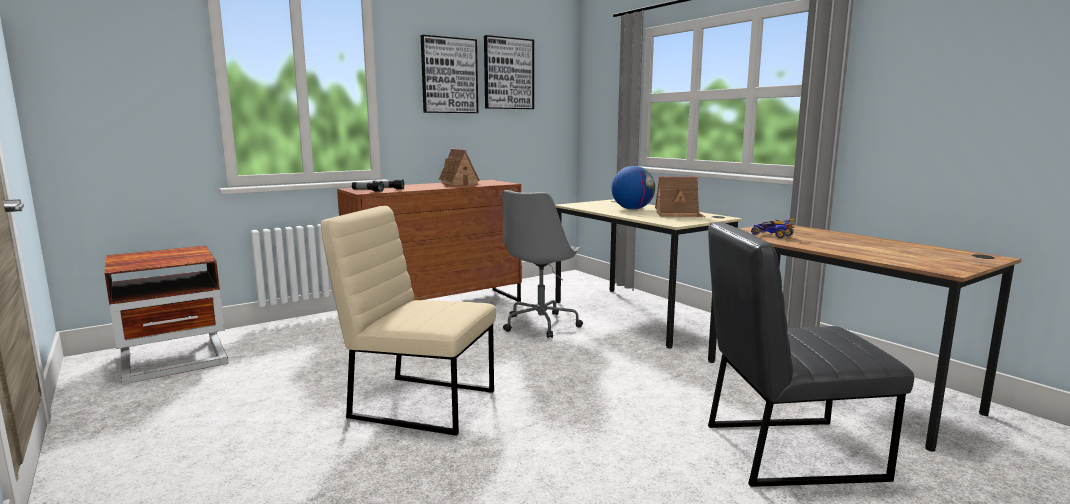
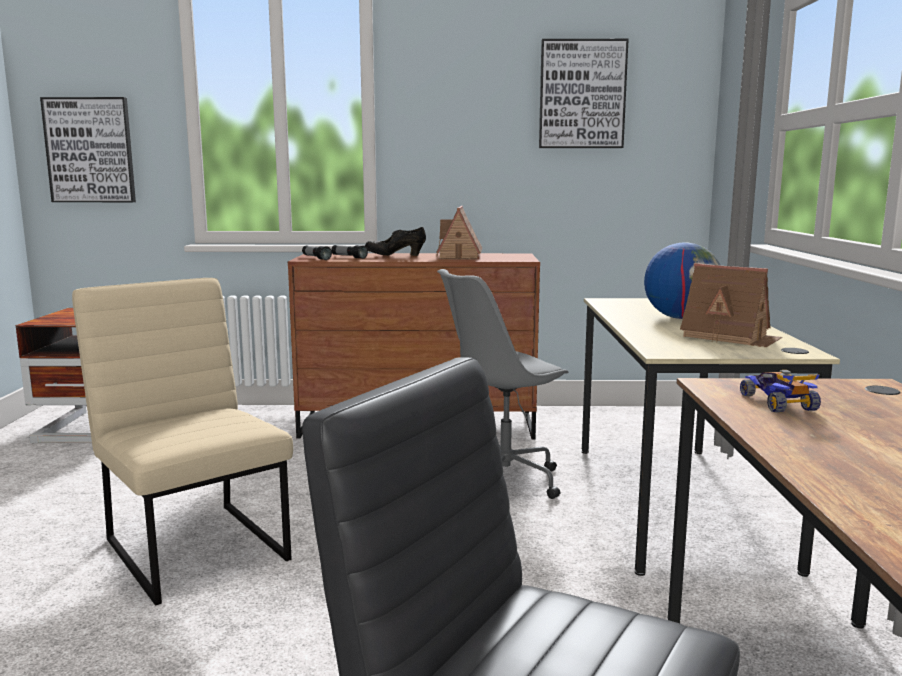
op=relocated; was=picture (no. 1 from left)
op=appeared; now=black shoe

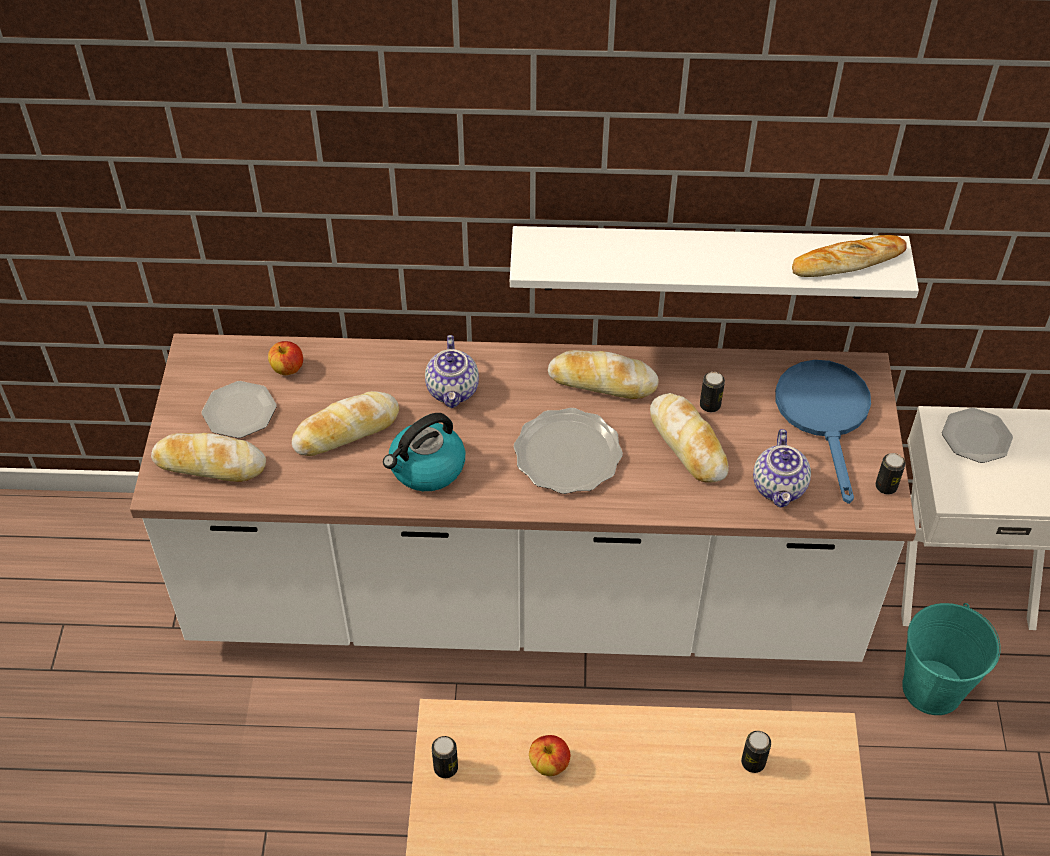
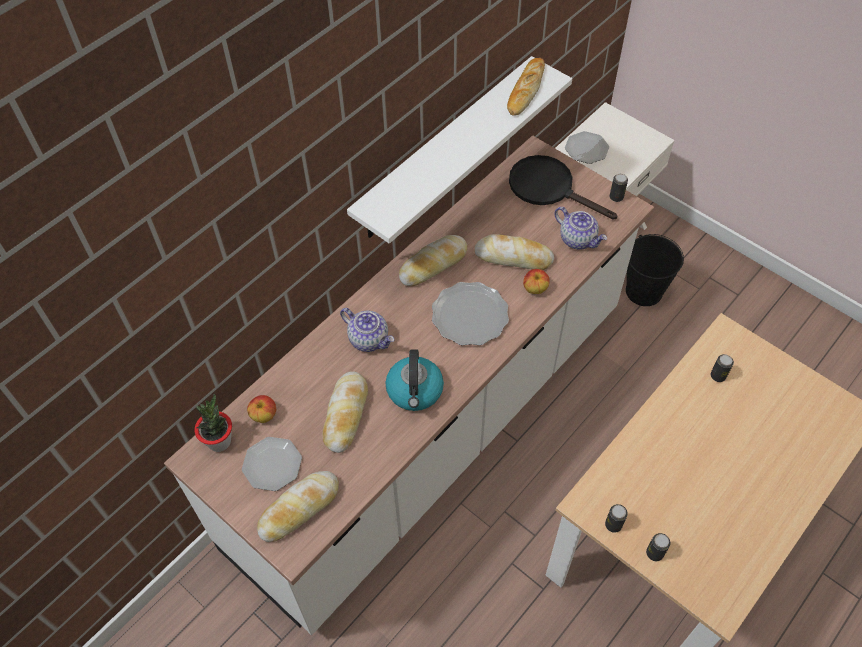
op=colour; was=blue frying pan; now=black frying pan
op=relocated; was=can (no. 2 from left in the first image); now=can (no. 3 from left)
op=colour; was=turquoise bucket; now=black bucket
op=relocated; was=apple (no. 2 from left)
op=appeared; now=potted plant

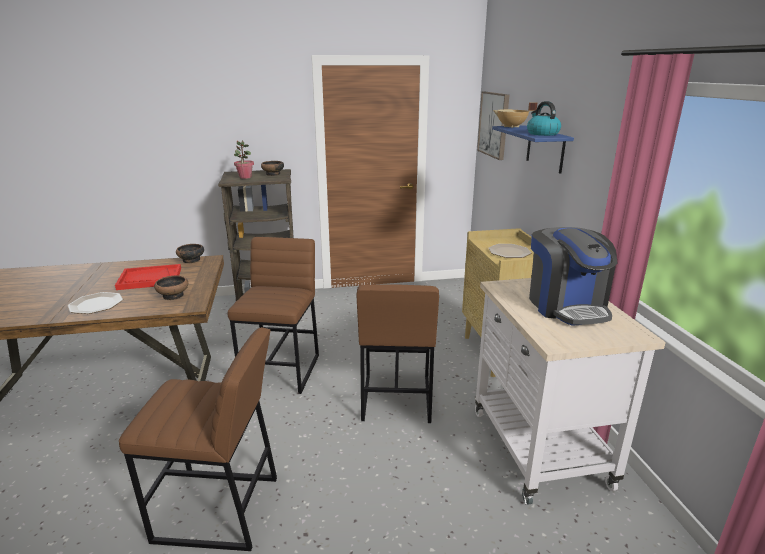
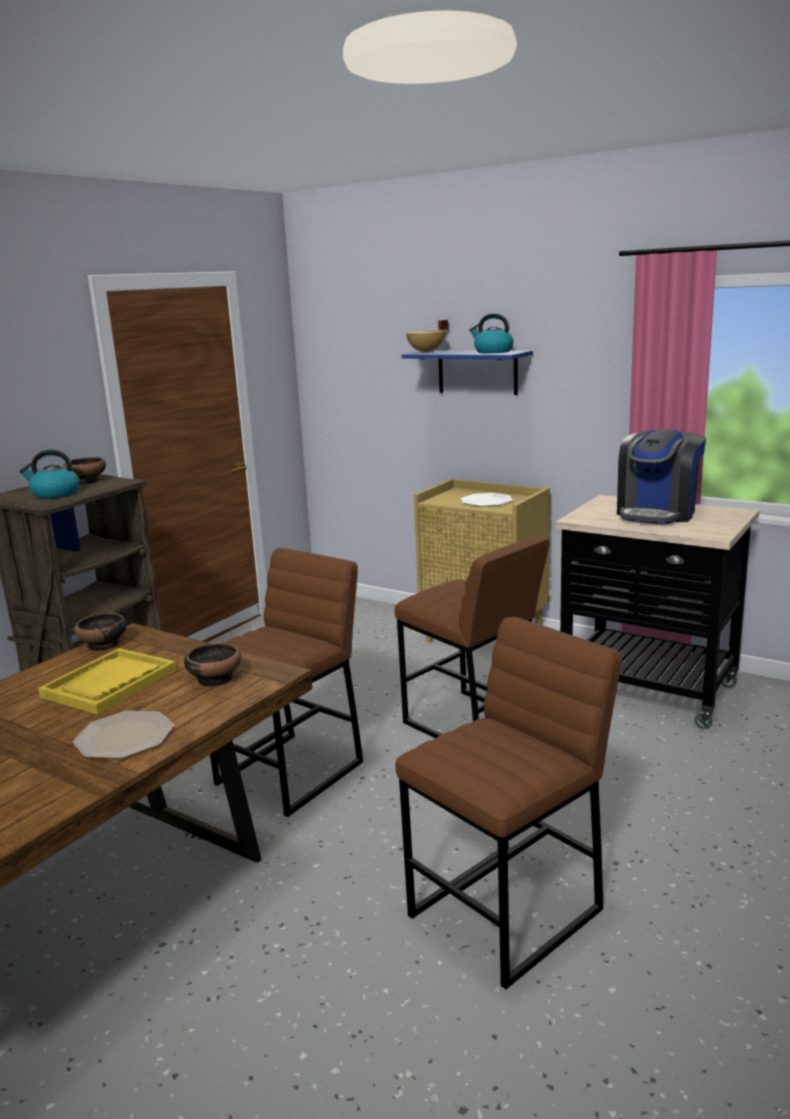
op=missing; was=picture
op=exchanged; was=potted plant; now=kettle (no. 1 from left)
op=spun; was=coffee machine; clockwise=90
op=spun; was=brown chair (no. 2 from left in the first image); clockwise=75
op=colour; was=red tray; now=yellow tray
op=colour; was=white cart; now=black cart

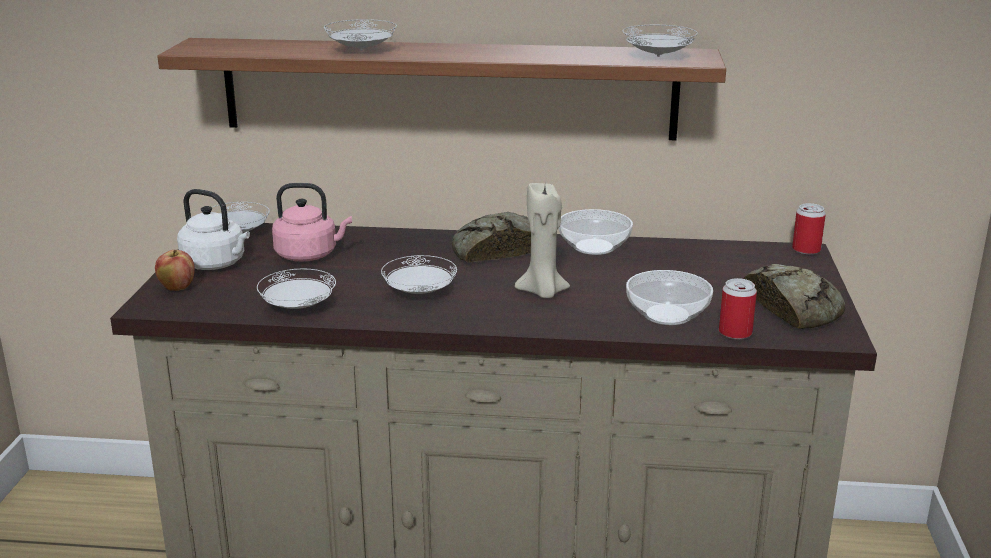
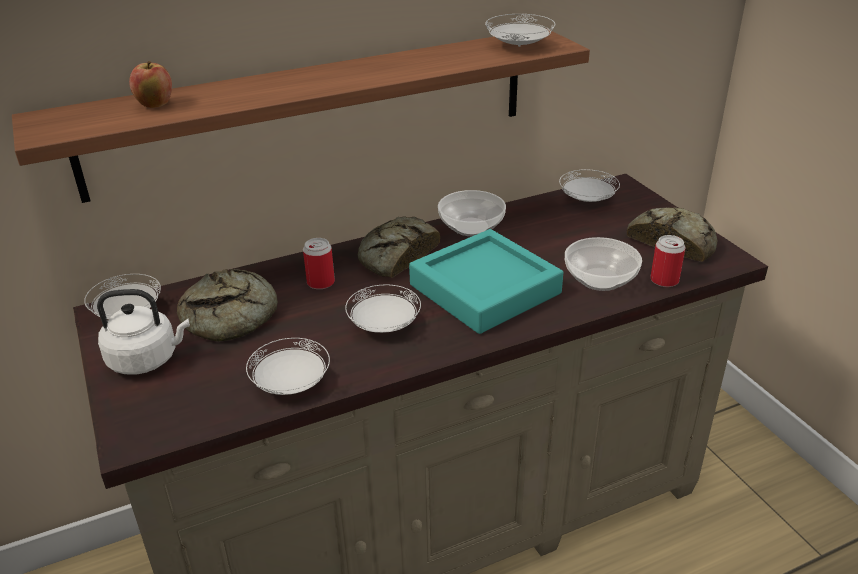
op=relocated; was=white plate (no. 3 from left in the first image); now=white plate (no. 5 from left)
op=exchanged; was=pink kettle; now=bread (no. 1 from left)
op=exchanged; was=beige candle; now=turquoise tray
op=relocated; was=can (no. 2 from left in the first image); now=can (no. 1 from left)
op=relocated; was=apple

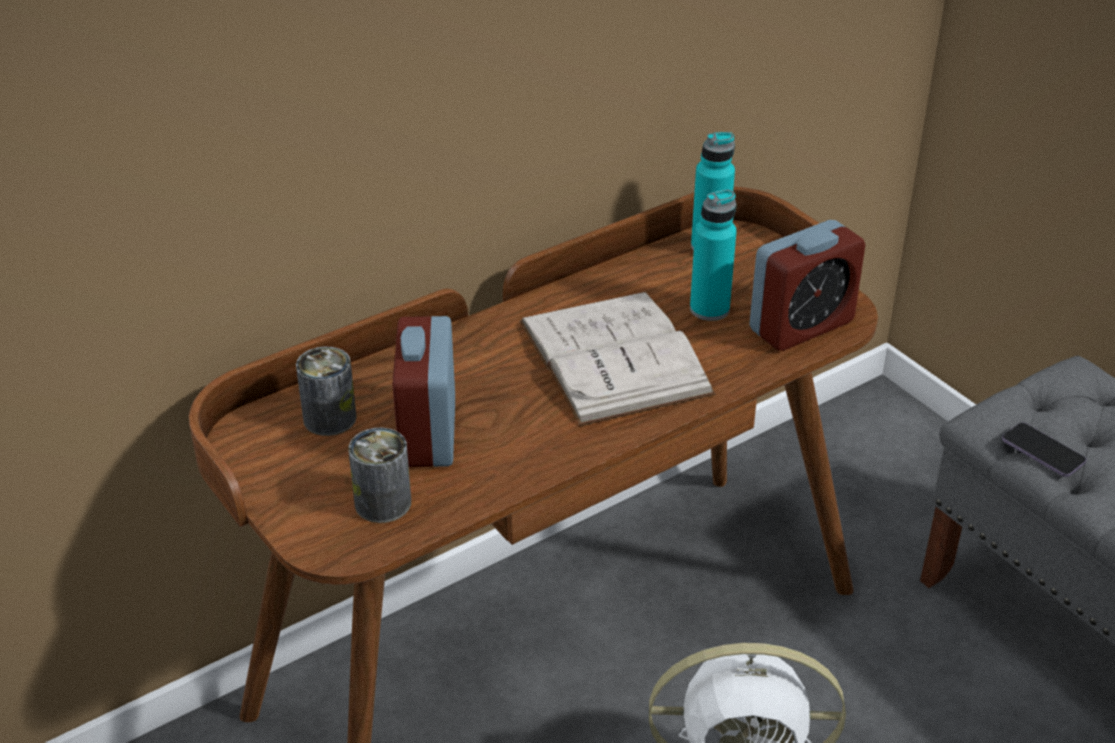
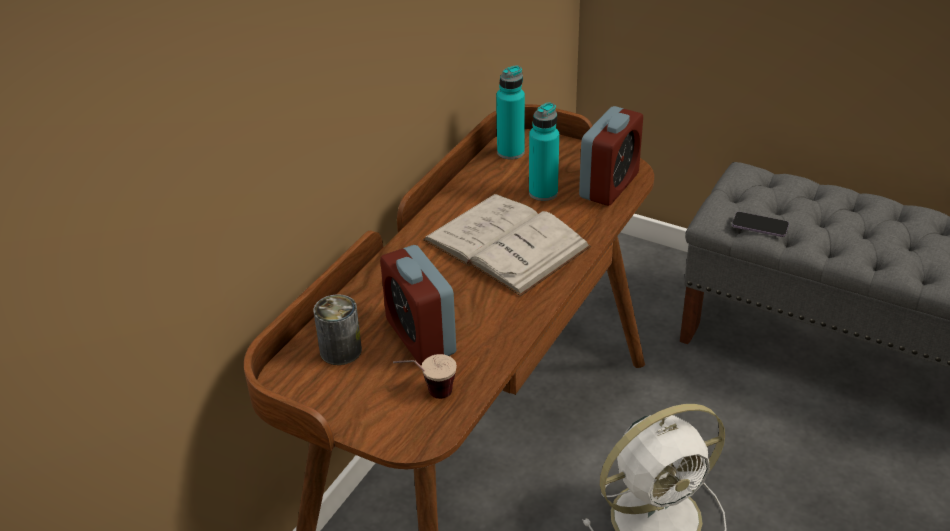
op=exchanged; was=can (no. 2 from left); now=cup

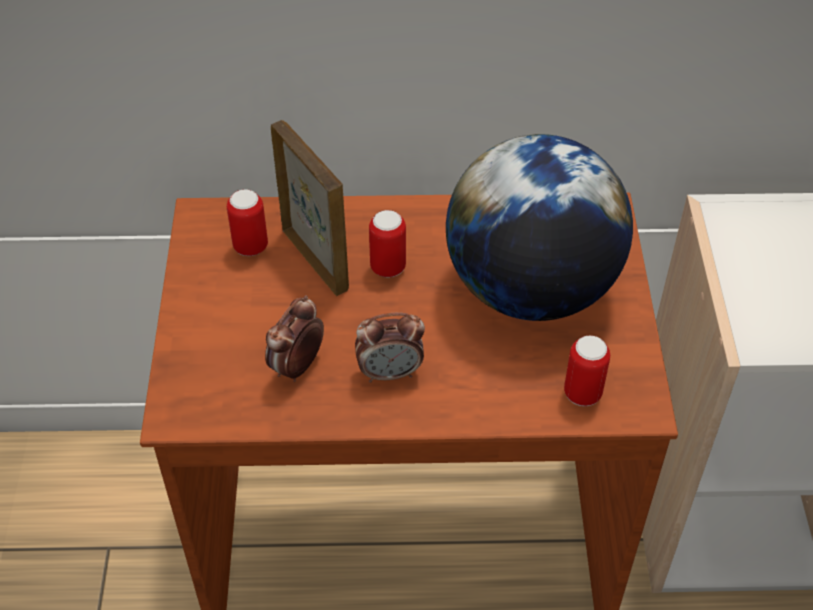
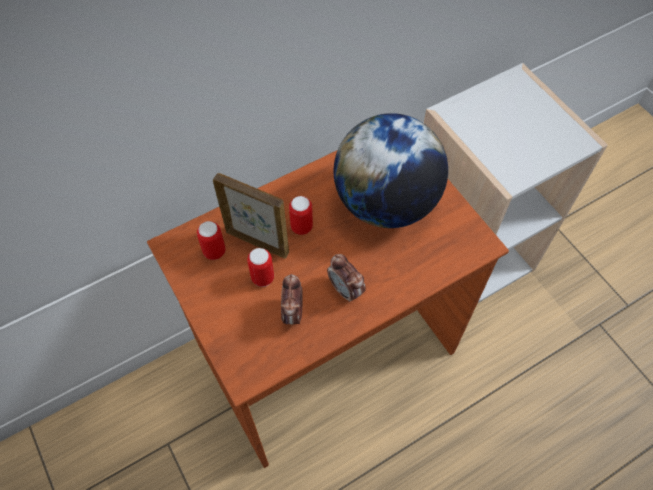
op=spun; was=alarm clock (no. 2 from left); clockwise=90
op=relocated; was=can (no. 3 from left in the first image); now=can (no. 2 from left)

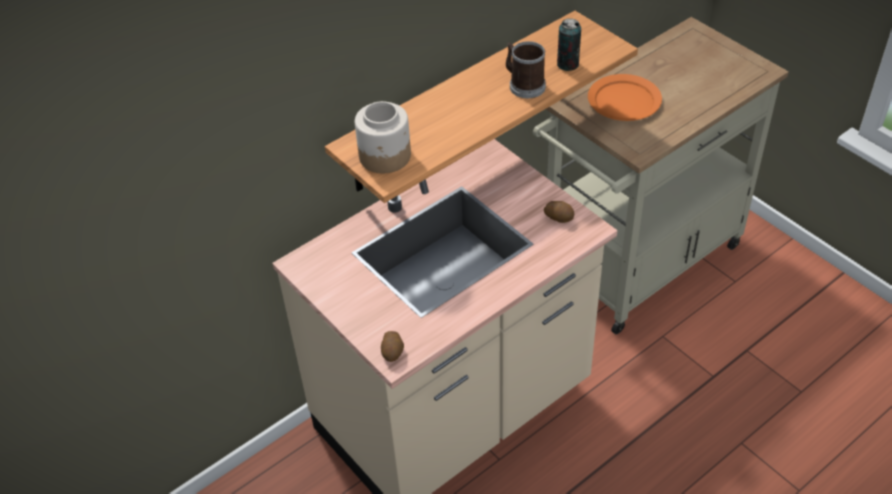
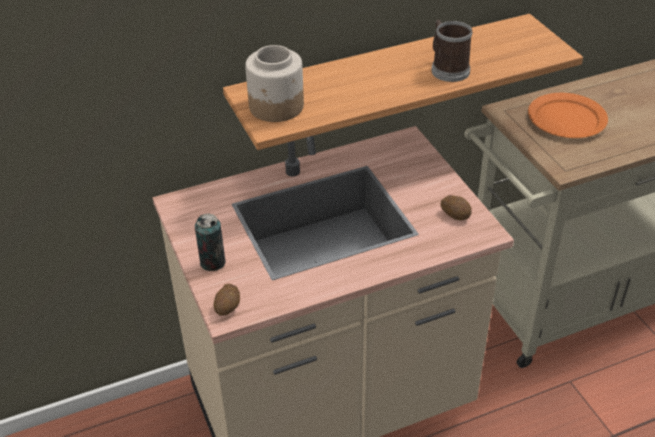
op=relocated; was=can

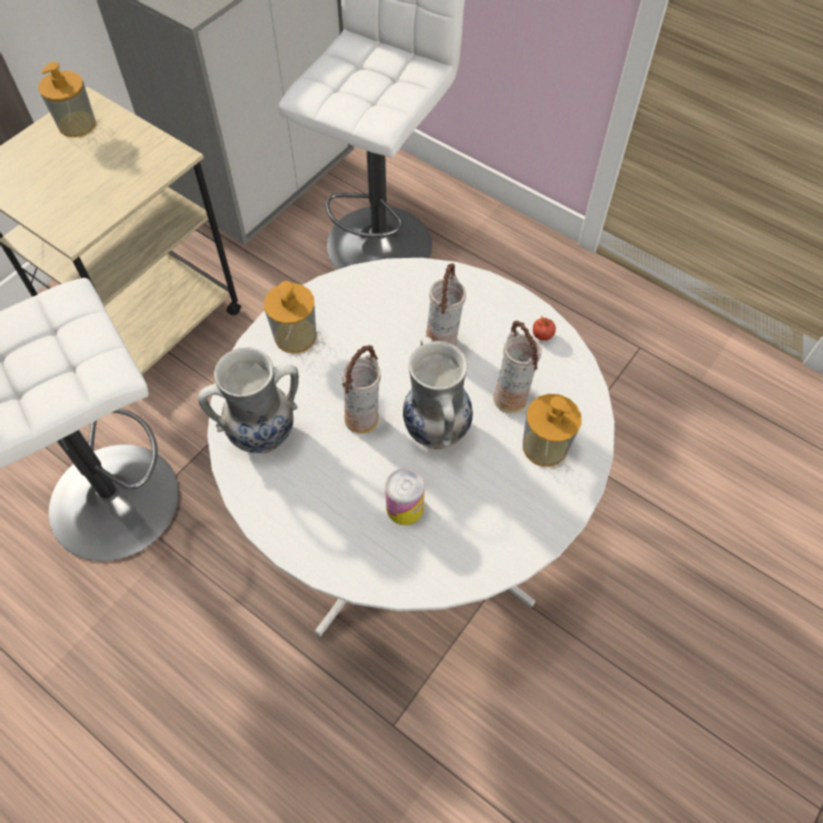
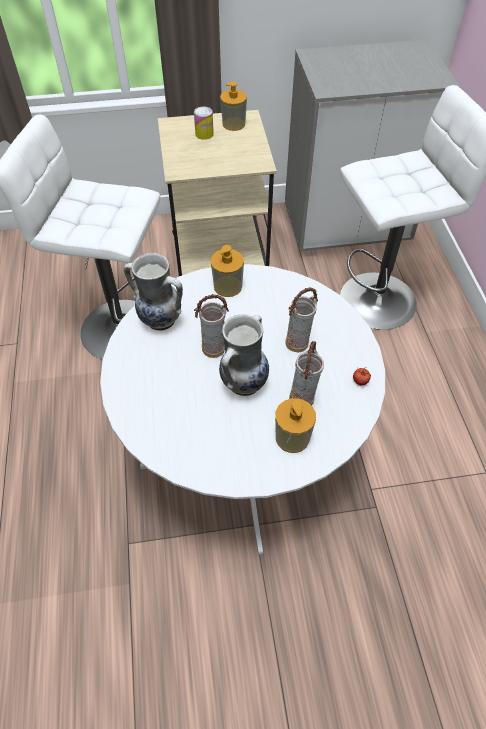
op=relocated; was=can

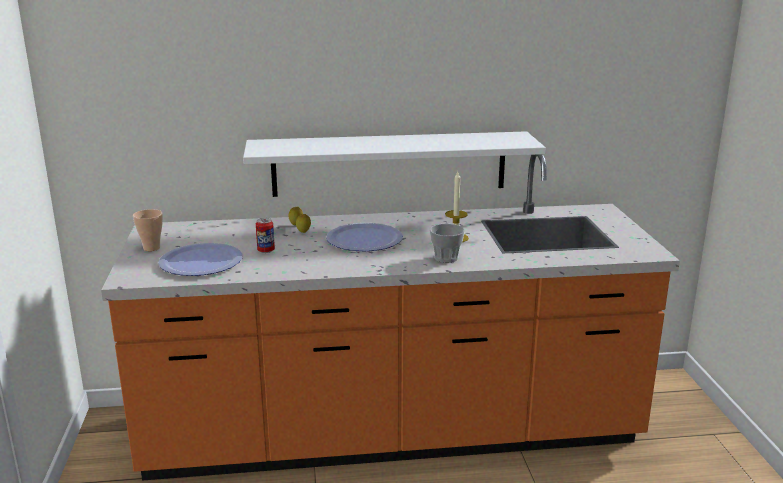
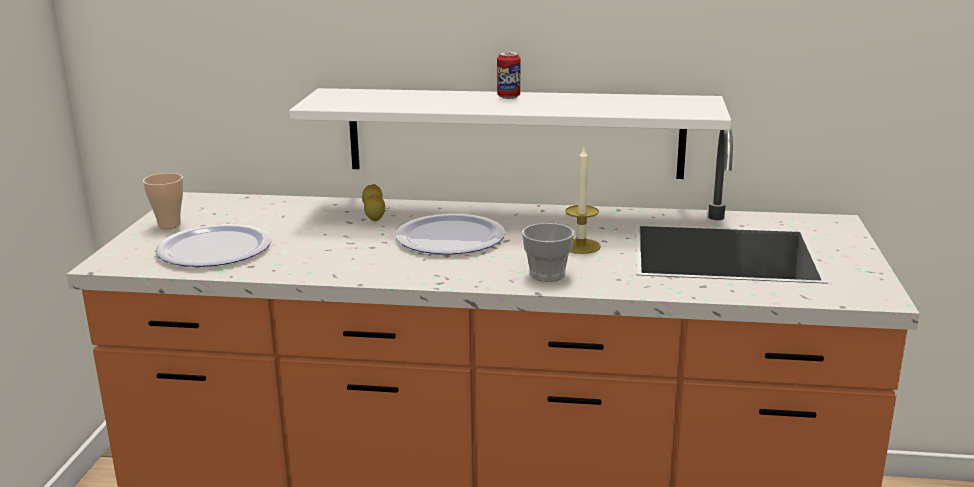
op=relocated; was=can

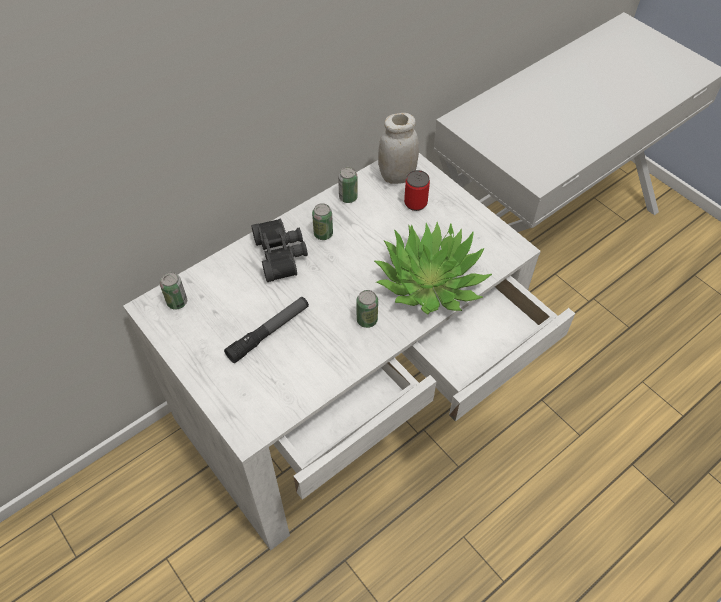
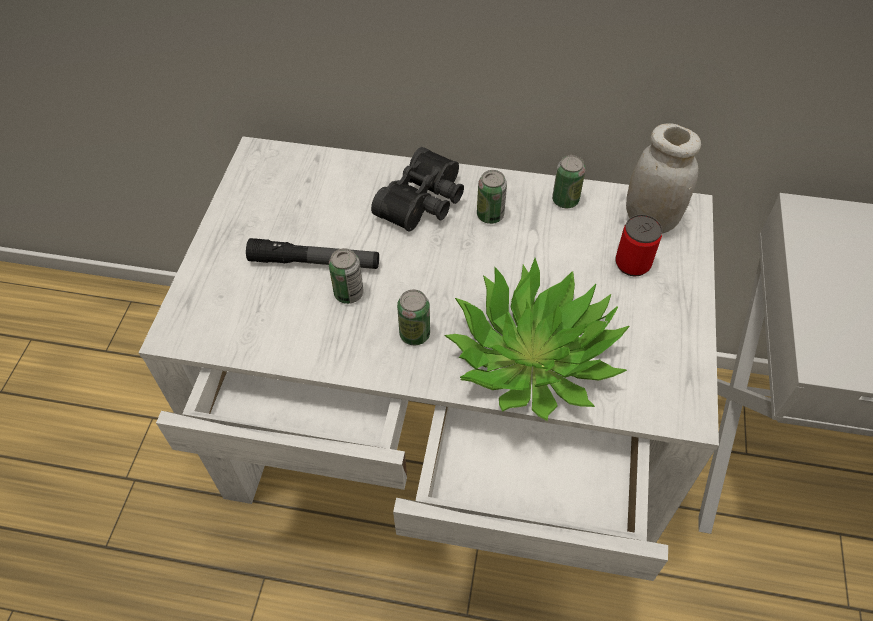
op=relocated; was=can (no. 1 from left)

